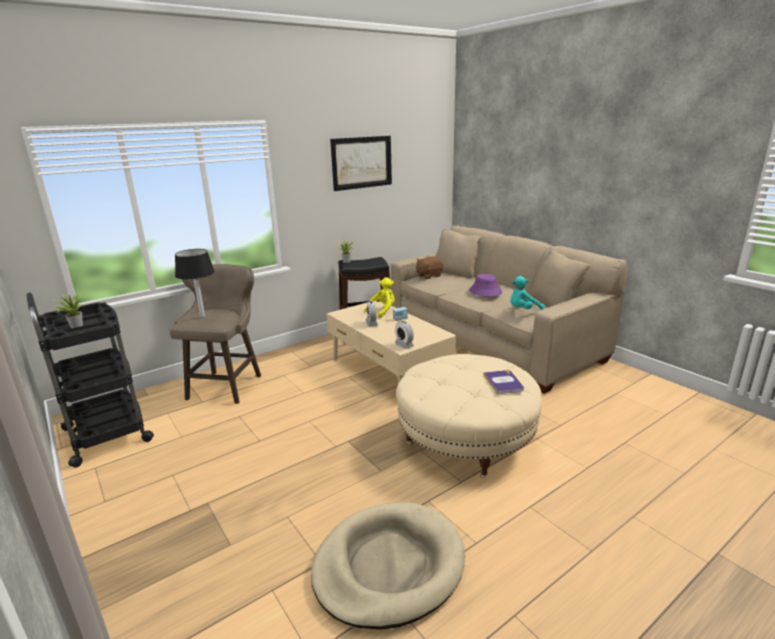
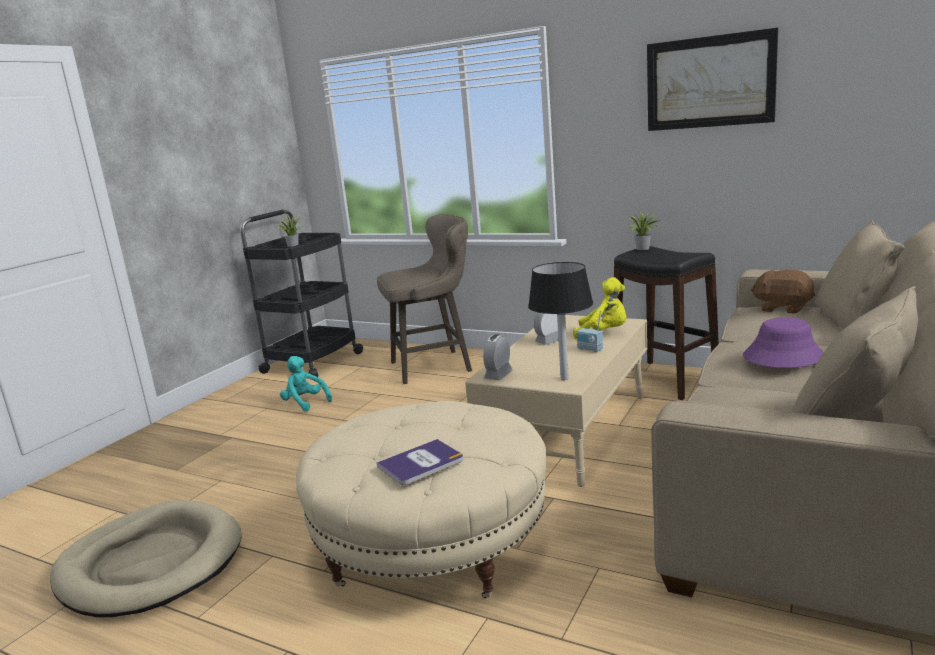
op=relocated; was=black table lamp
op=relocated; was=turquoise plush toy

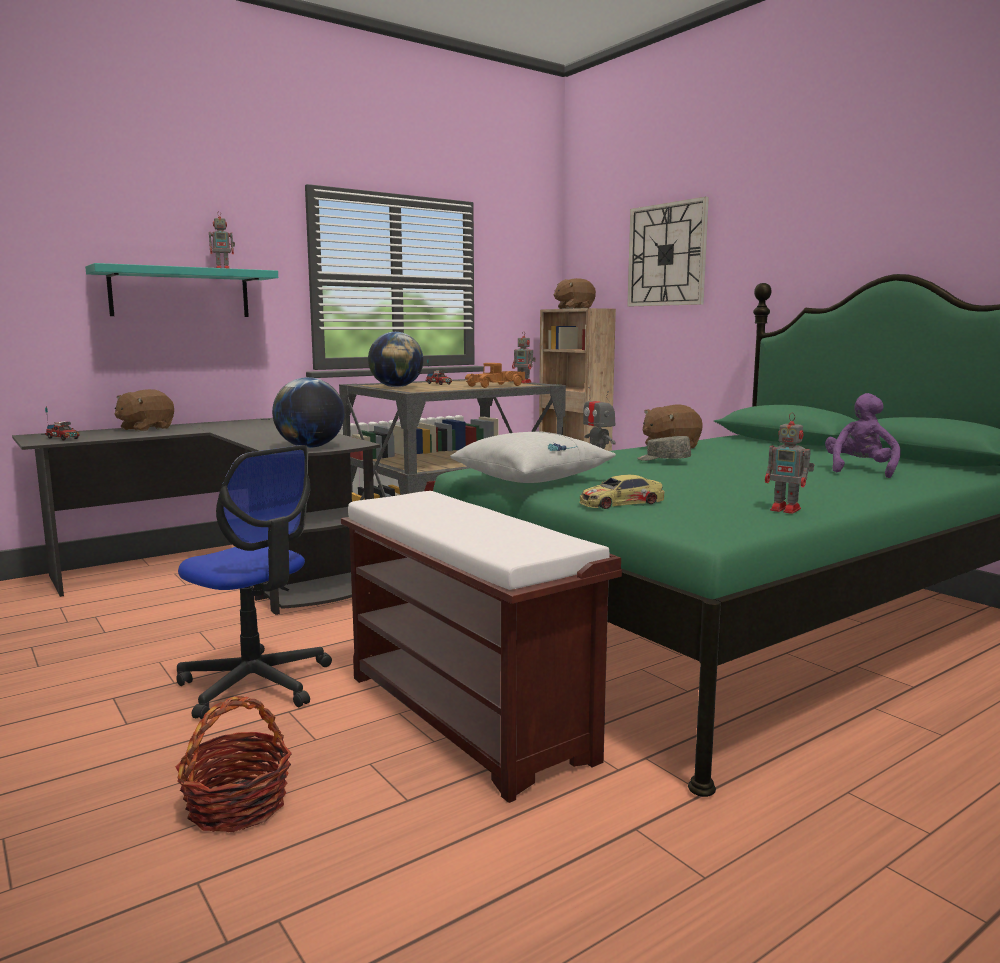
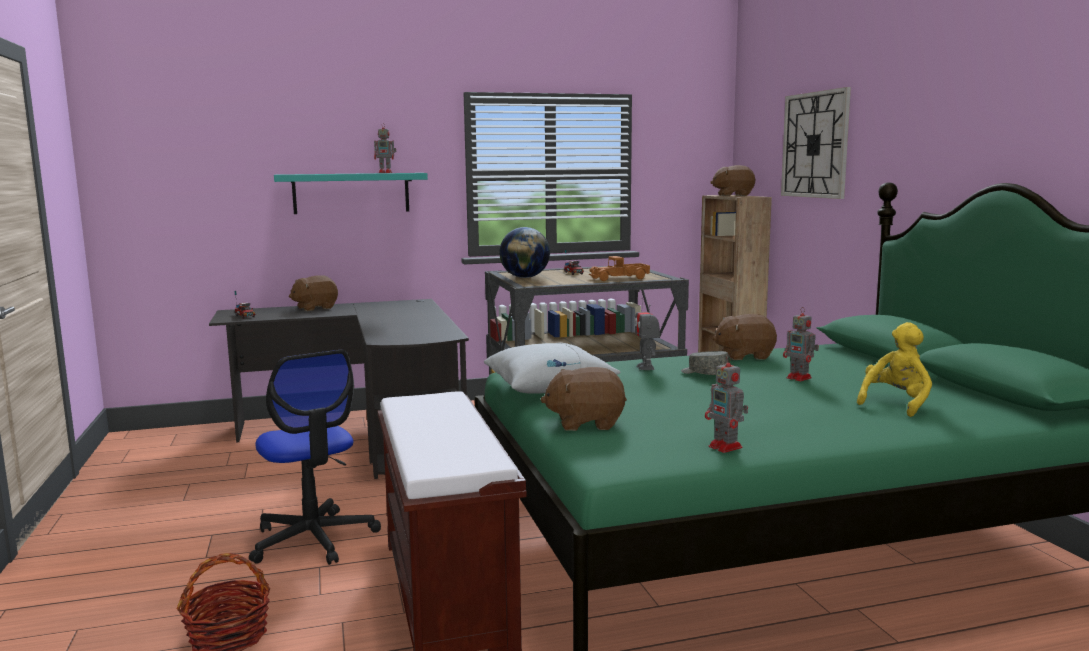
op=relocated; was=toy robot (no. 2 from left in the first image); now=toy robot (no. 4 from left)
op=missing; was=globe (no. 1 from left)
op=colour; was=purple plush toy; now=yellow plush toy
op=exchanged; was=toy car; now=brown plush toy (no. 2 from left)

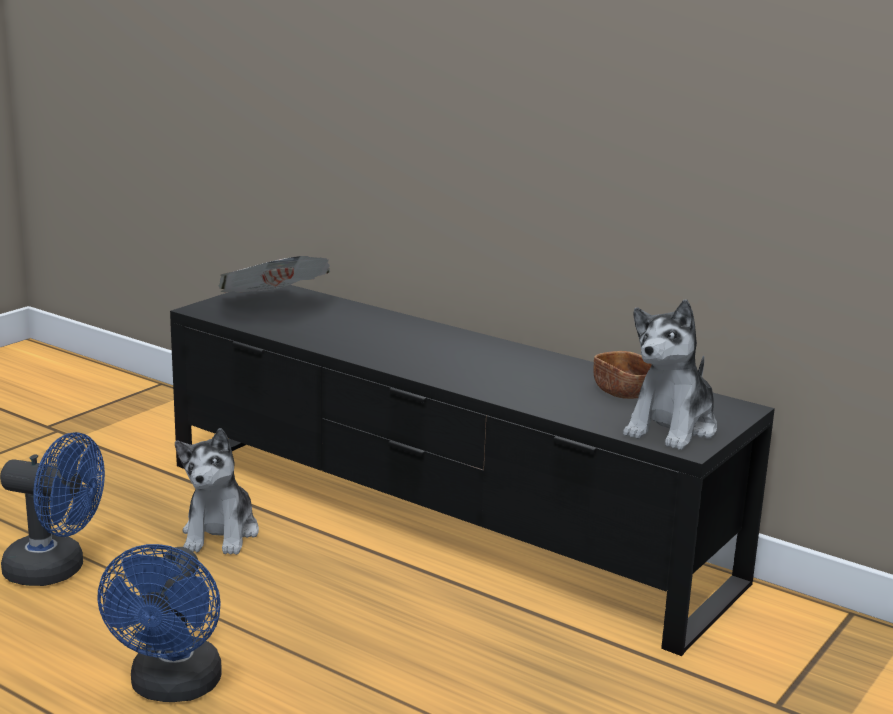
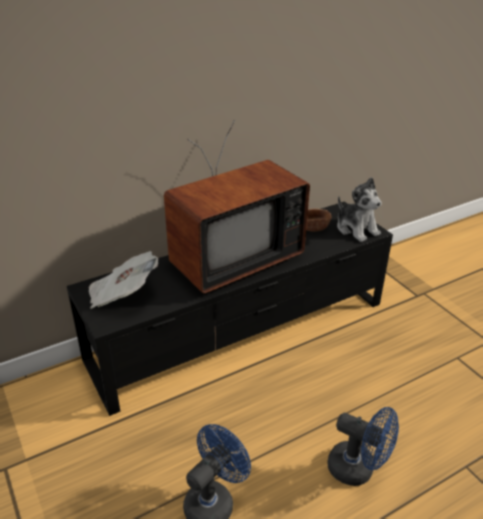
op=missing; was=plush toy (no. 1 from left)
op=appeared; now=television

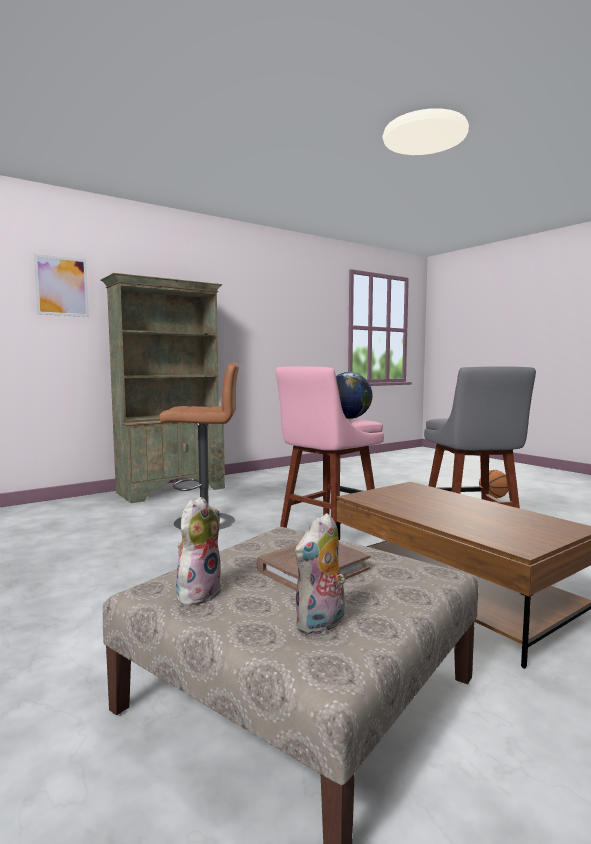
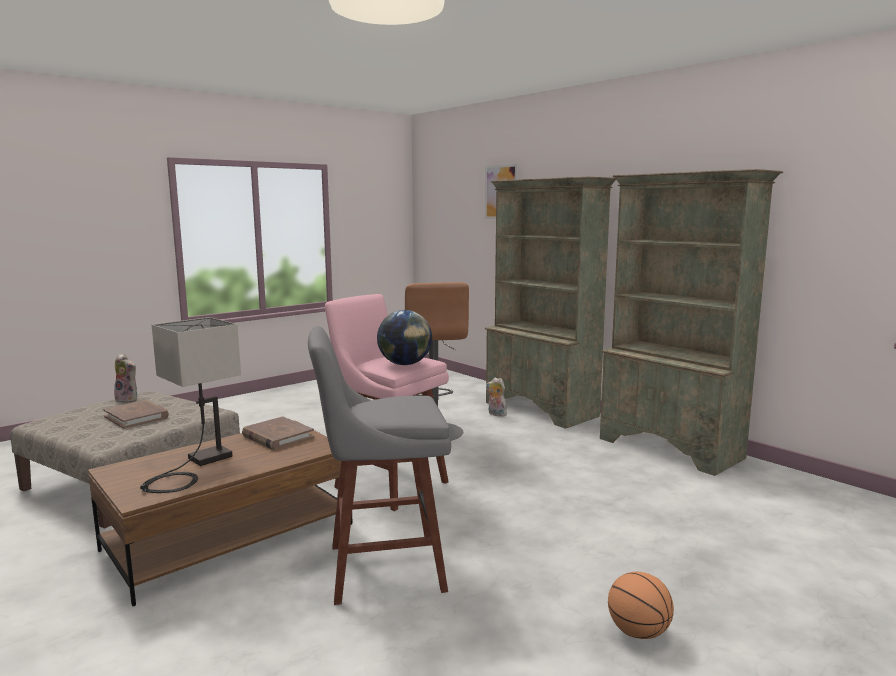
op=relocated; was=plush toy (no. 2 from left)
op=appeared; now=green bookcase (no. 2 from left)
op=appeared; now=table lamp
op=appeared; now=brown book (no. 2 from left)

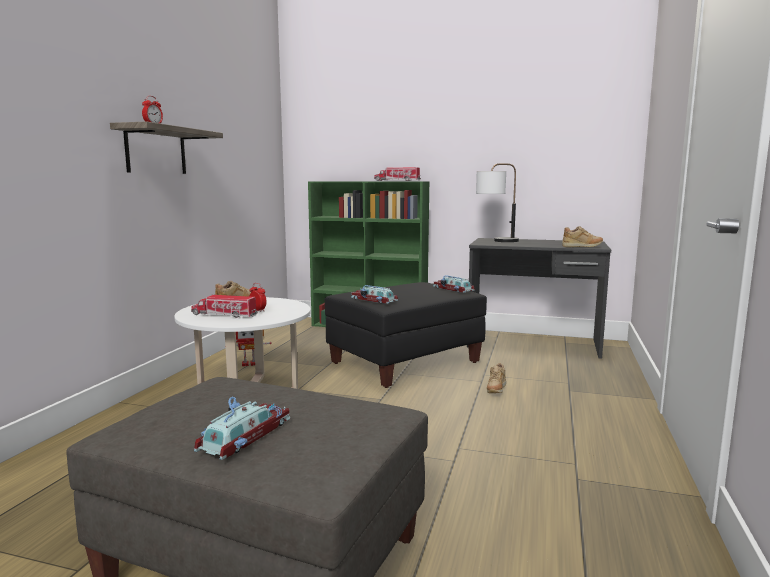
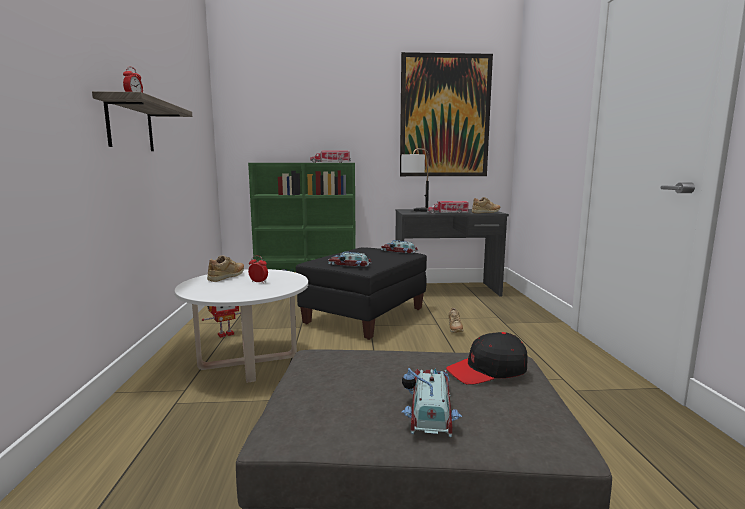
op=relocated; was=toy truck (no. 1 from left in the first image); now=toy truck (no. 2 from left)
op=appeared; now=picture
op=appeared; now=black cap

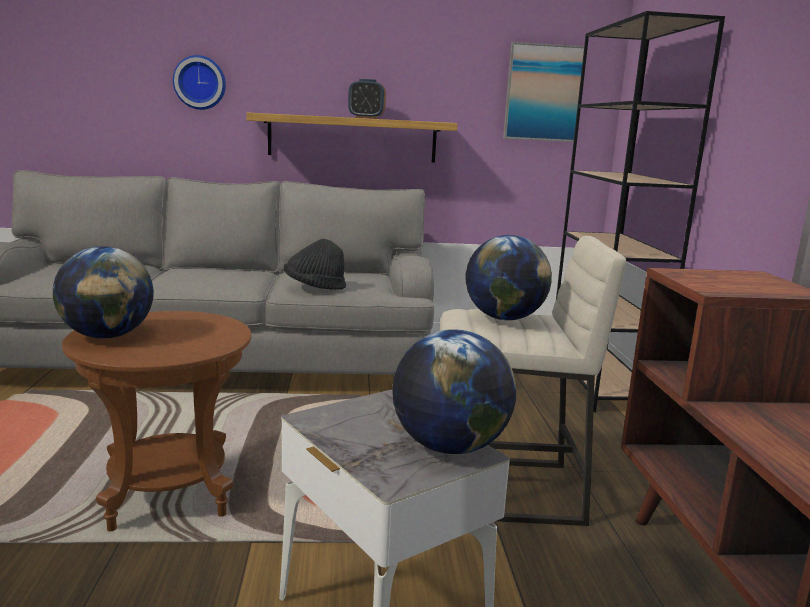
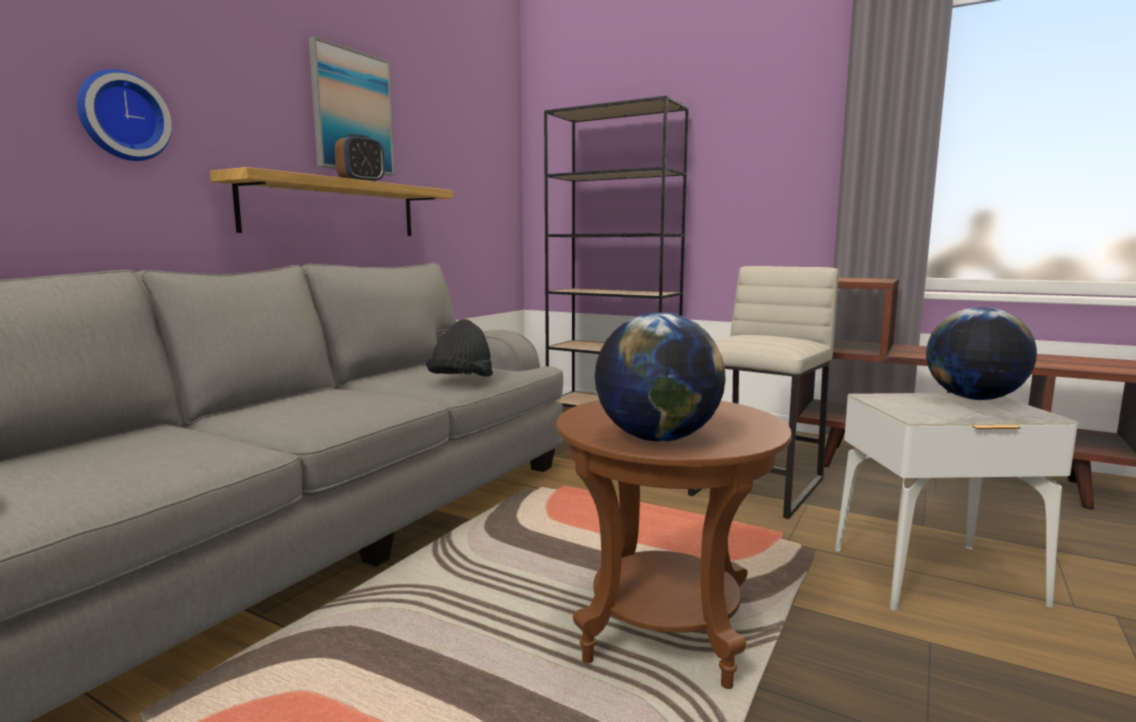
op=relocated; was=picture
op=missing; was=globe (no. 3 from left)

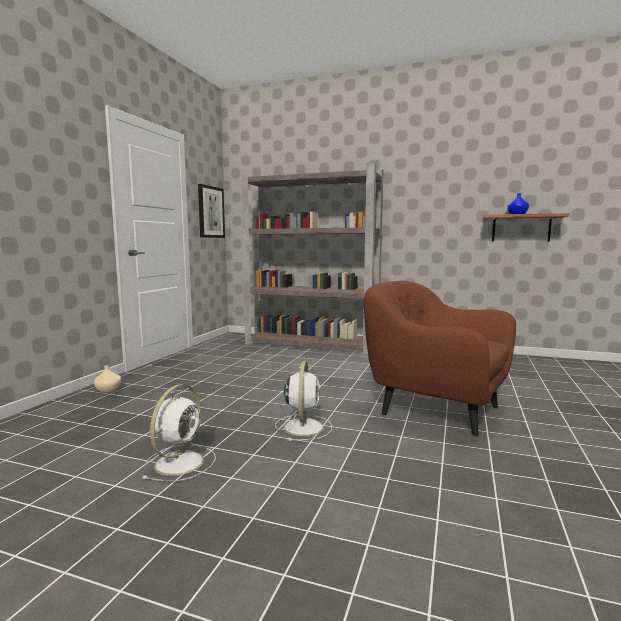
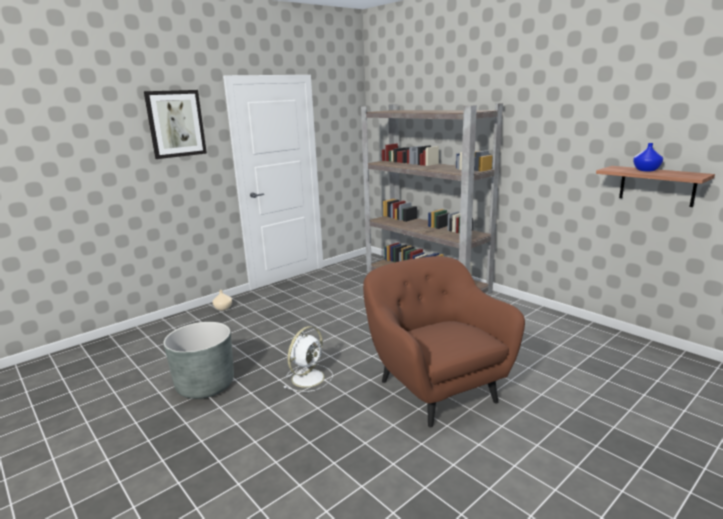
op=relocated; was=picture
op=exchanged; was=white fan (no. 1 from left); now=grey planter

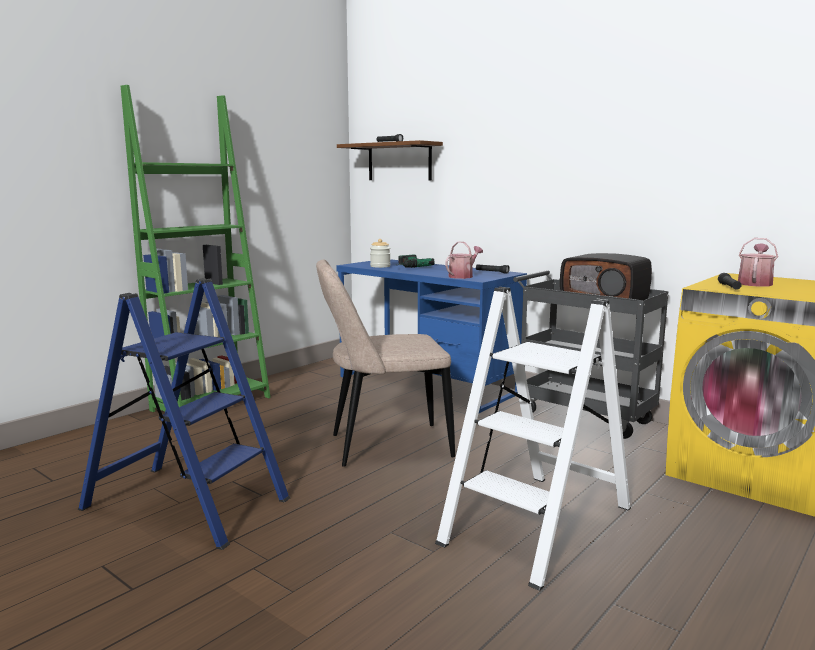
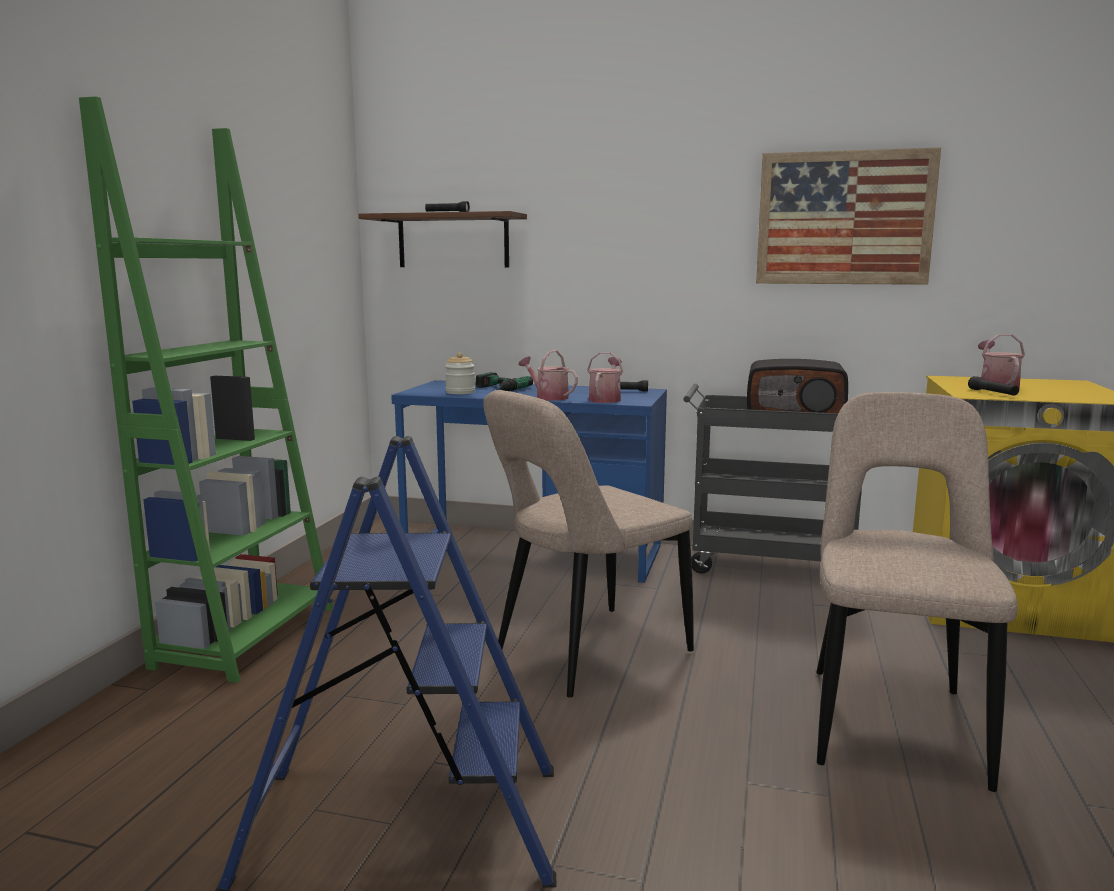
op=exchanged; was=white step ladder; now=beige chair (no. 2 from left)
op=appeared; now=picture
op=appeared; now=watering can (no. 1 from left)

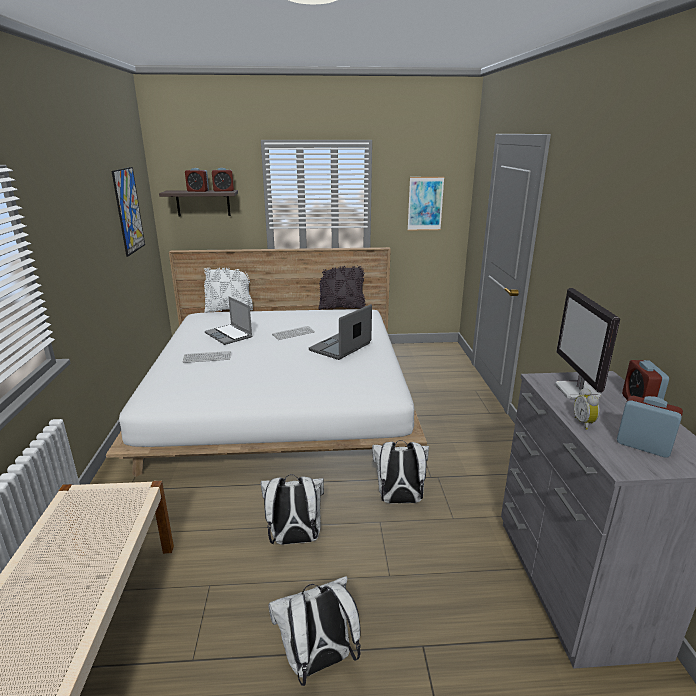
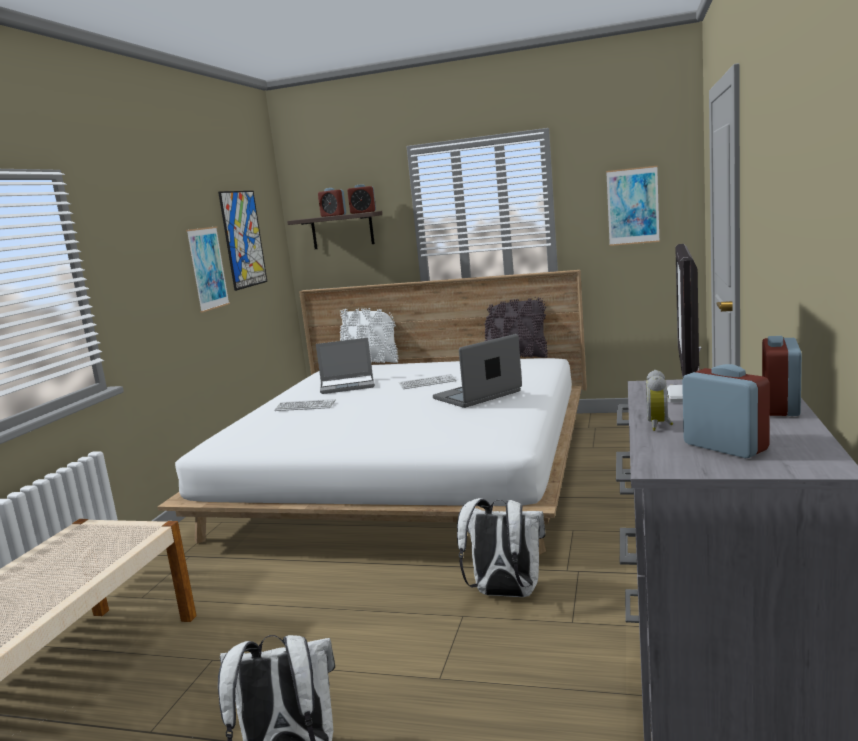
op=spun; was=laptop (no. 1 from left); clockwise=-75
op=missing; was=white backpack (no. 1 from left)
op=appeared; now=picture (no. 1 from left)

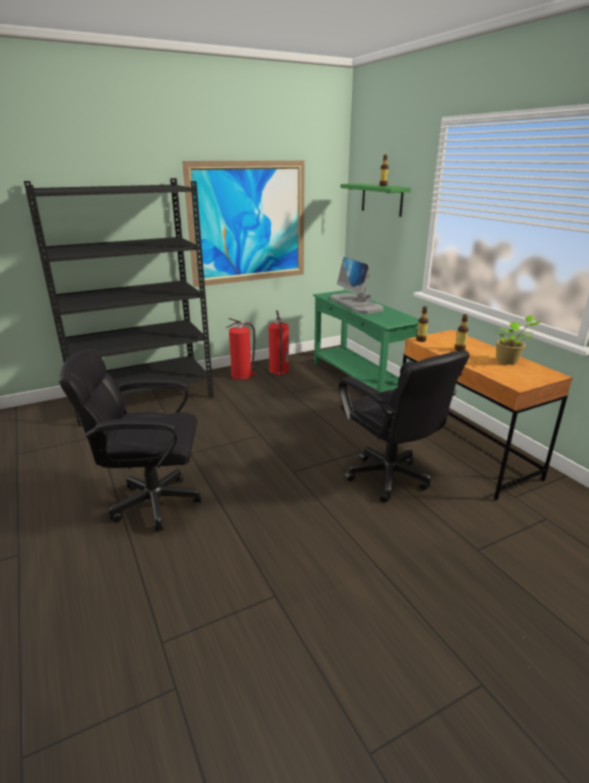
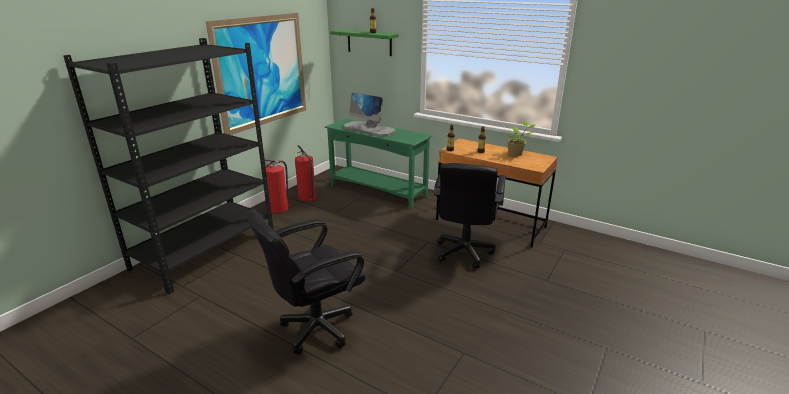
op=spun; was=black office chair (no. 2 from left); clockwise=75

